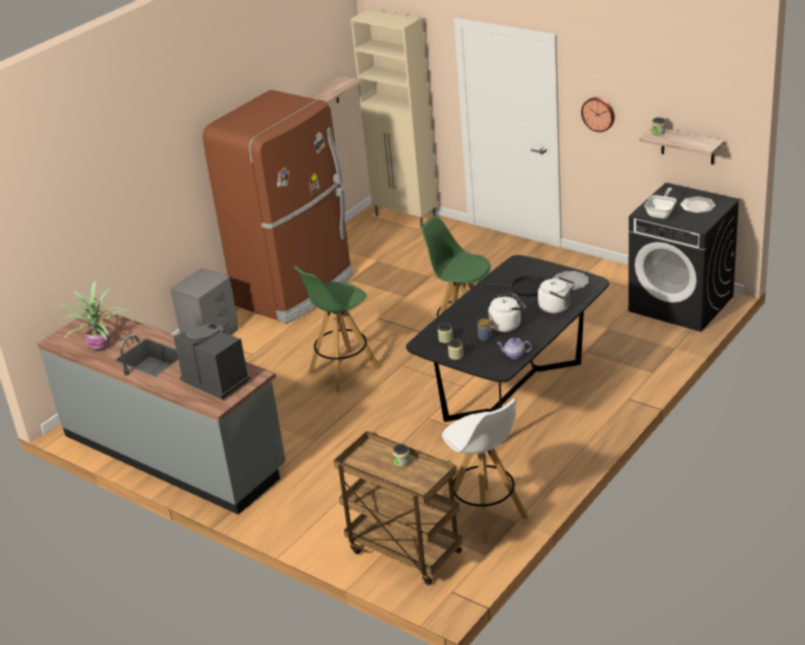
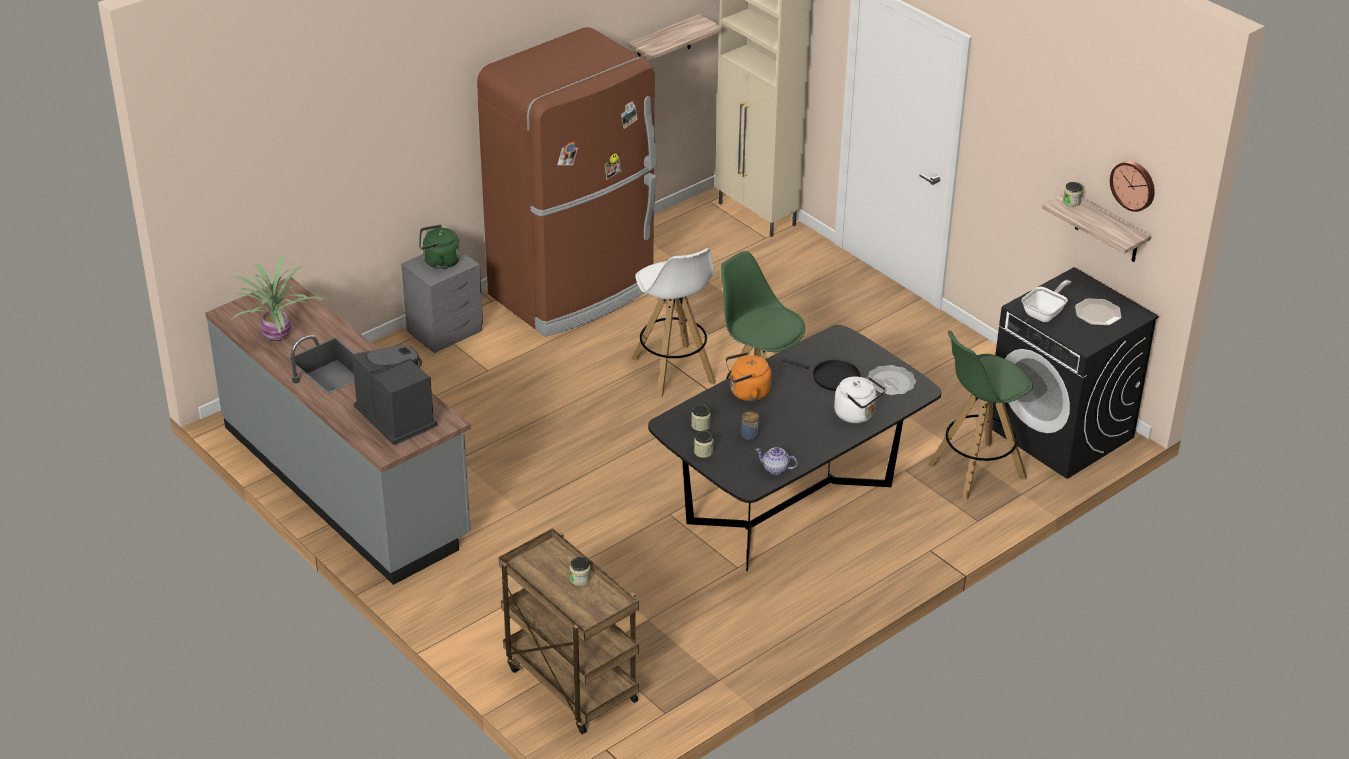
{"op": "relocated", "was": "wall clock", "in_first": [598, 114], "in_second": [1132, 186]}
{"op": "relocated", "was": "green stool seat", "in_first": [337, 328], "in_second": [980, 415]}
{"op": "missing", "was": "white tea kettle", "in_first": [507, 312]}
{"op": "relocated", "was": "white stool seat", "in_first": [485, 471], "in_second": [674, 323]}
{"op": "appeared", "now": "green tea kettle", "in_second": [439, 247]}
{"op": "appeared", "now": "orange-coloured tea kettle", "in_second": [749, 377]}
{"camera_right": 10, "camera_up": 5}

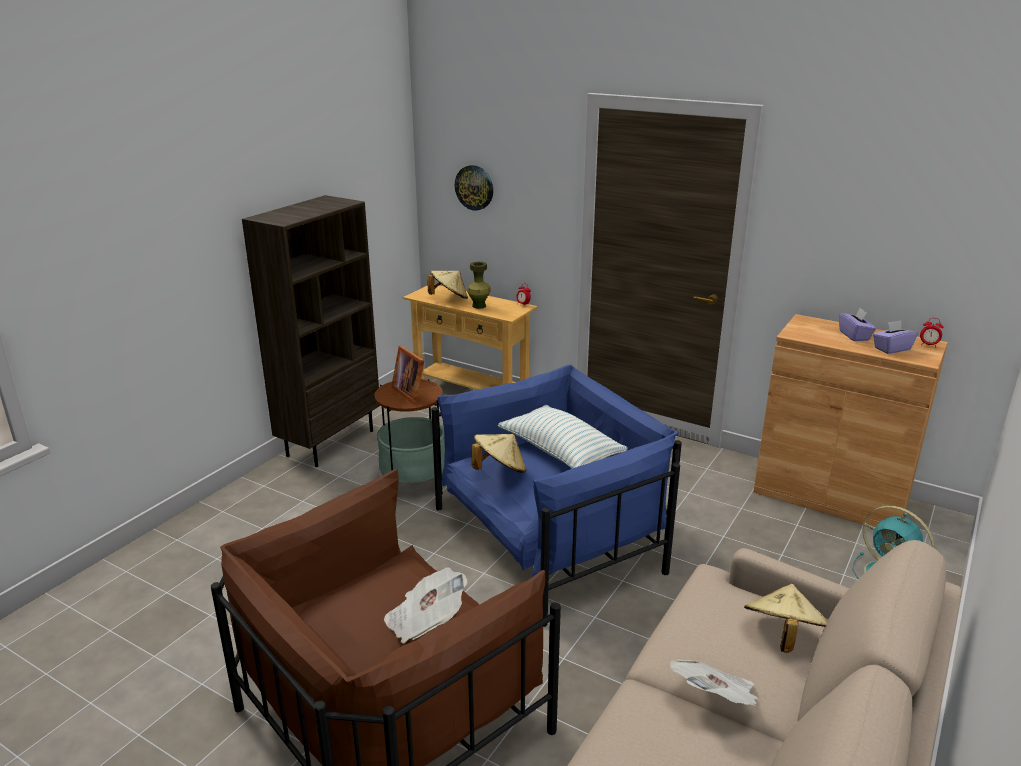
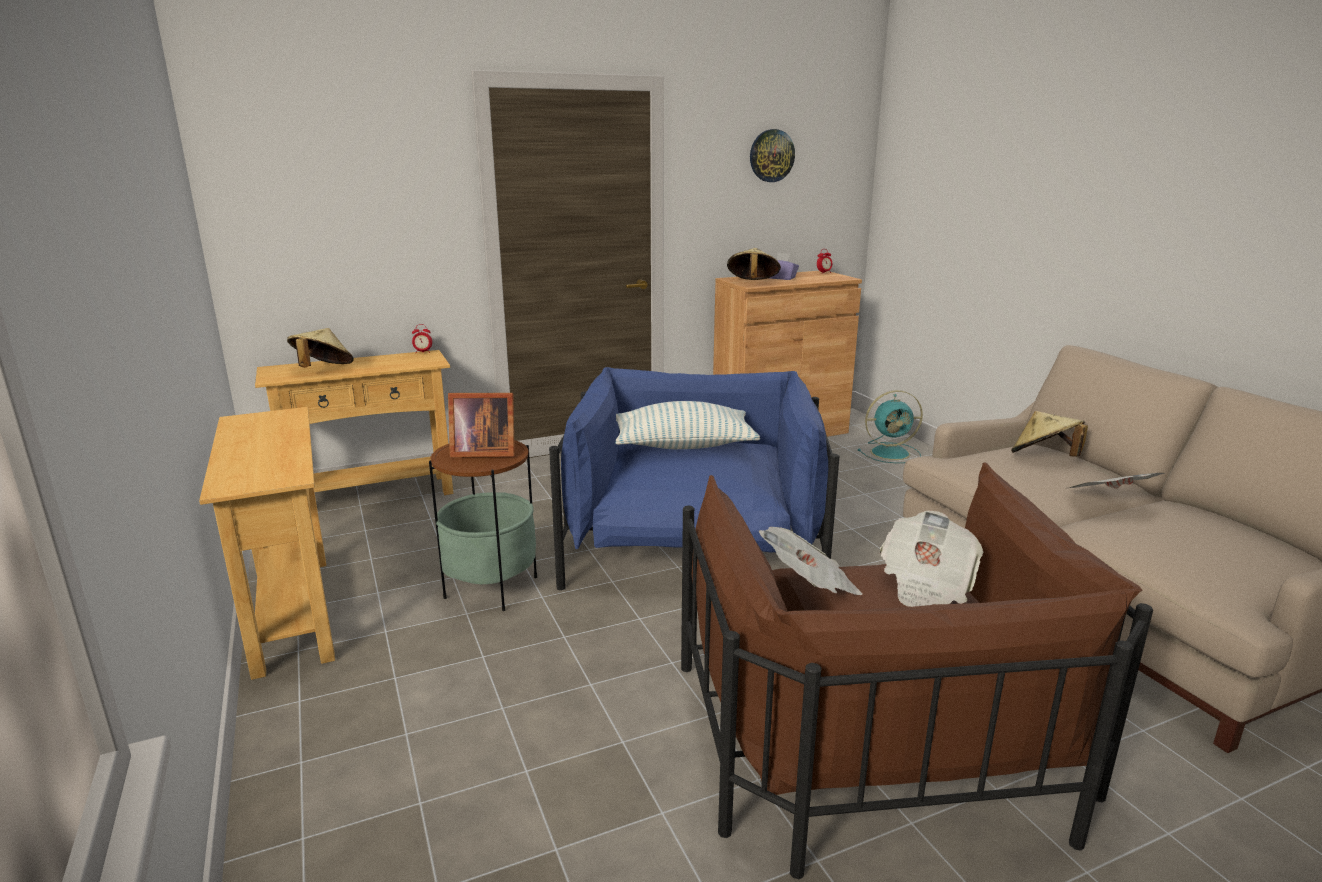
{"op": "relocated", "was": "wall clock", "in_first": [474, 188], "in_second": [772, 155]}
{"op": "exchanged", "was": "brown bookshelf", "now": "beige-coloured narrow table", "in_first": [311, 331], "in_second": [267, 543]}
{"op": "missing", "was": "green decorative vase", "in_first": [479, 285]}
{"op": "missing", "was": "purple-coloured tissue box", "in_first": [895, 337]}
{"op": "relocated", "was": "beige-coloured wearable hat", "in_first": [499, 453], "in_second": [754, 264]}
{"op": "appeared", "now": "printed paper", "in_second": [811, 561]}
{"camera_right": -55, "camera_up": -5}

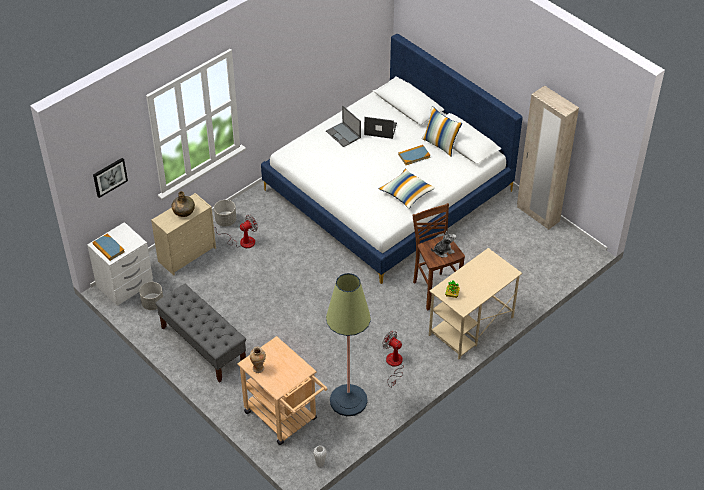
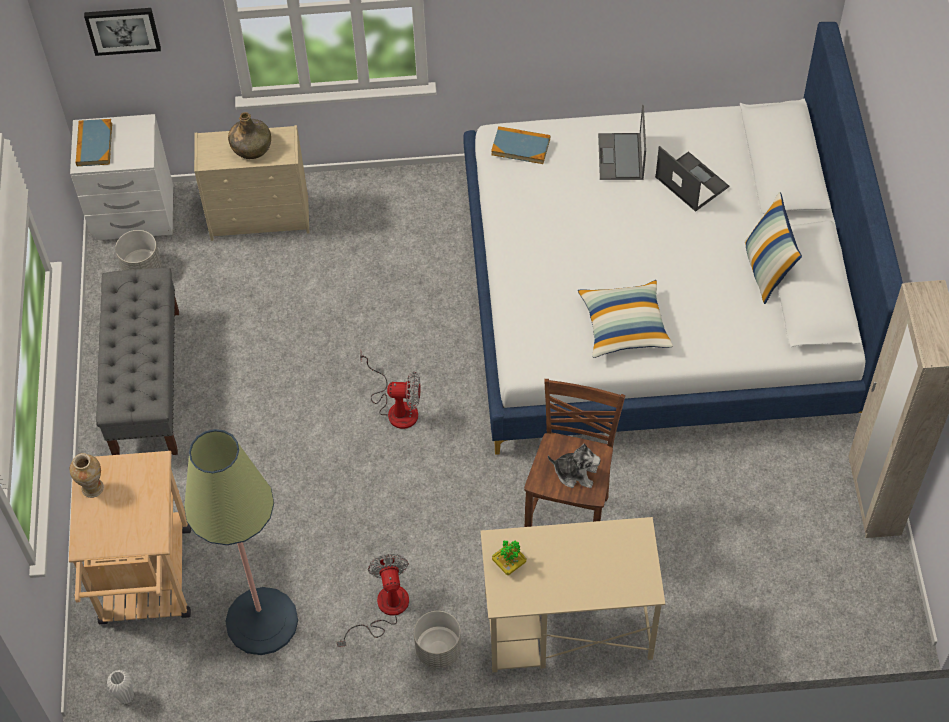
{"op": "relocated", "was": "bound book", "in_first": [414, 155], "in_second": [520, 145]}
{"op": "relocated", "was": "grey flower pot", "in_first": [225, 213], "in_second": [437, 639]}
{"op": "relocated", "was": "fan", "in_first": [236, 231], "in_second": [390, 389]}
{"camera_right": 40, "camera_up": 10}

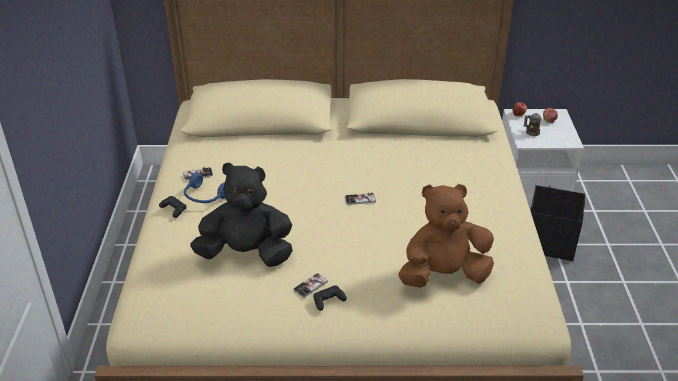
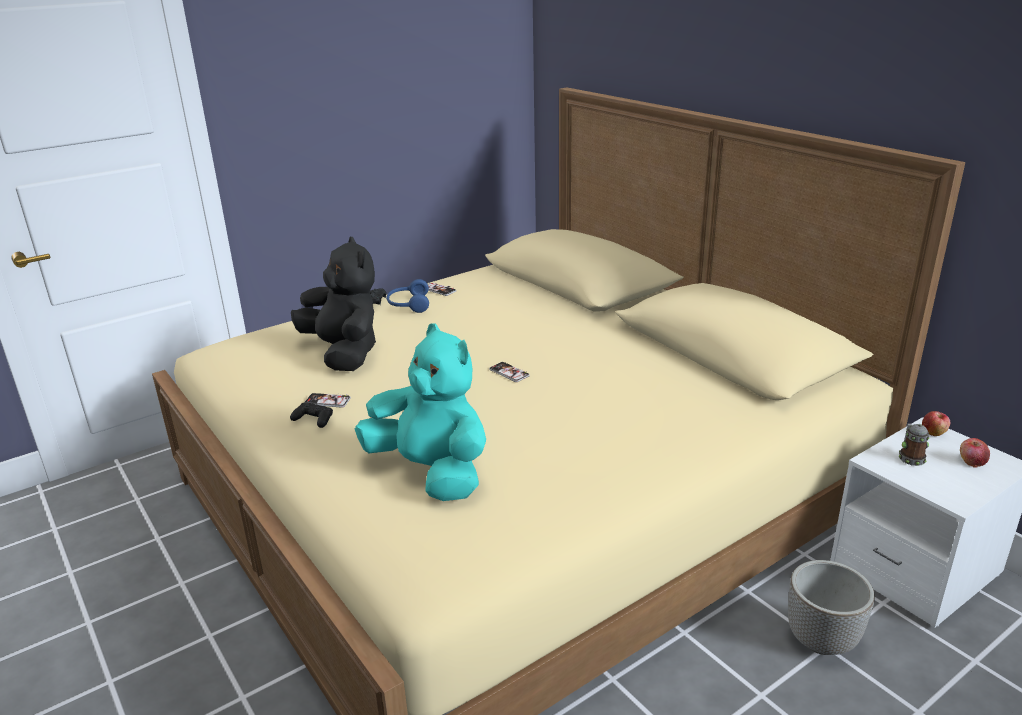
{"op": "colour", "was": "brown cuddly toy", "now": "turquoise-coloured cuddly toy", "in_first": [446, 236], "in_second": [420, 412]}
{"op": "exchanged", "was": "black storage container", "now": "flower pot", "in_first": [558, 223], "in_second": [831, 607]}
{"camera_right": 55, "camera_up": -10}

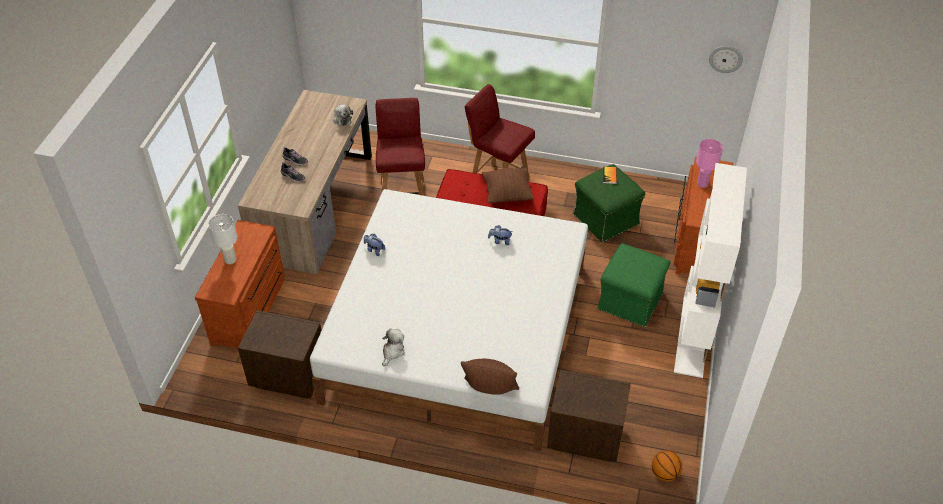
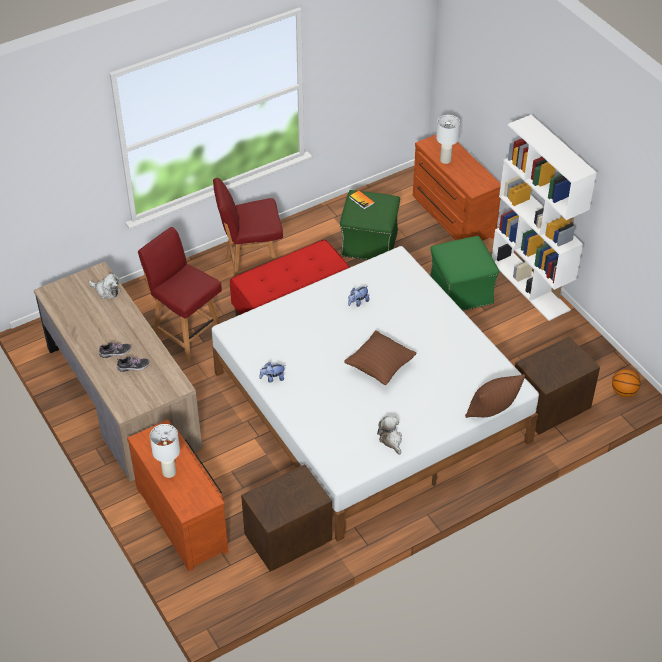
{"op": "missing", "was": "wall clock", "in_first": [726, 59]}
{"op": "colour", "was": "pink-coloured table lamp", "now": "white table lamp", "in_first": [709, 163], "in_second": [448, 139]}
{"op": "relocated", "was": "brown throw pillow", "in_first": [508, 185], "in_second": [380, 357]}
{"camera_right": -45, "camera_up": 0}

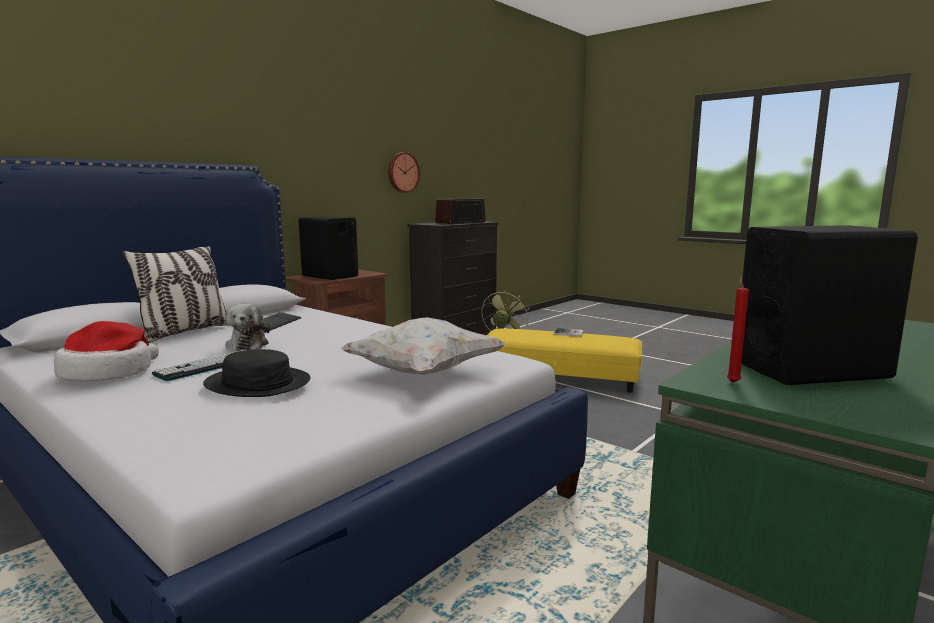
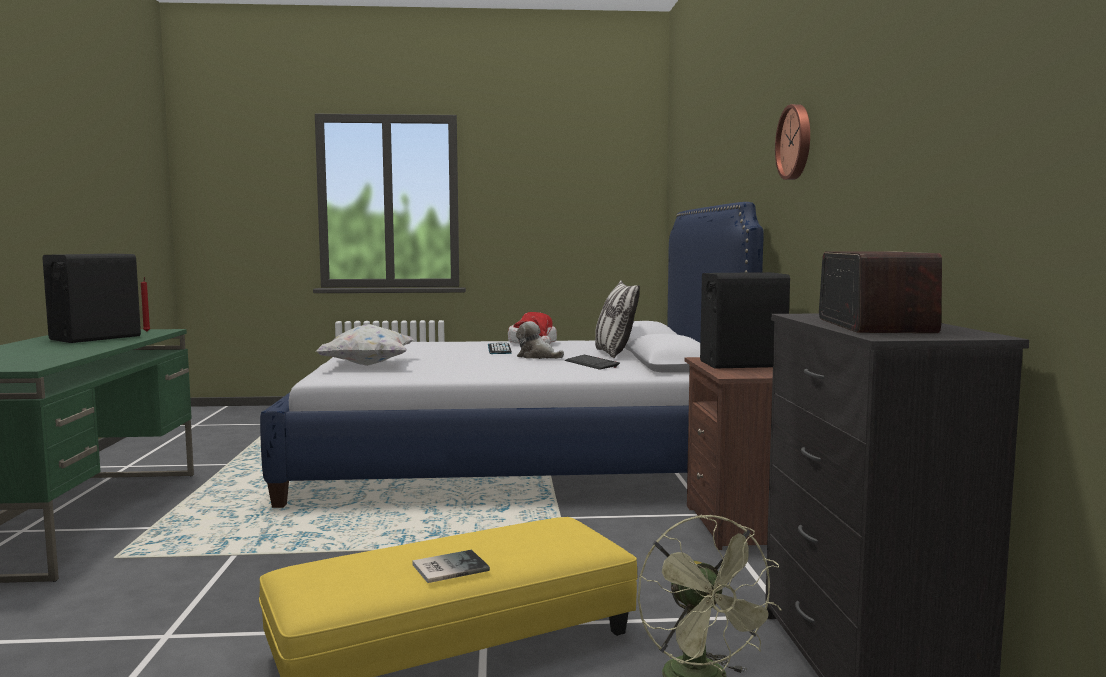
{"op": "relocated", "was": "wall clock", "in_first": [404, 172], "in_second": [792, 142]}
{"op": "missing", "was": "black wearable hat", "in_first": [256, 373]}
{"camera_right": 135, "camera_up": -5}

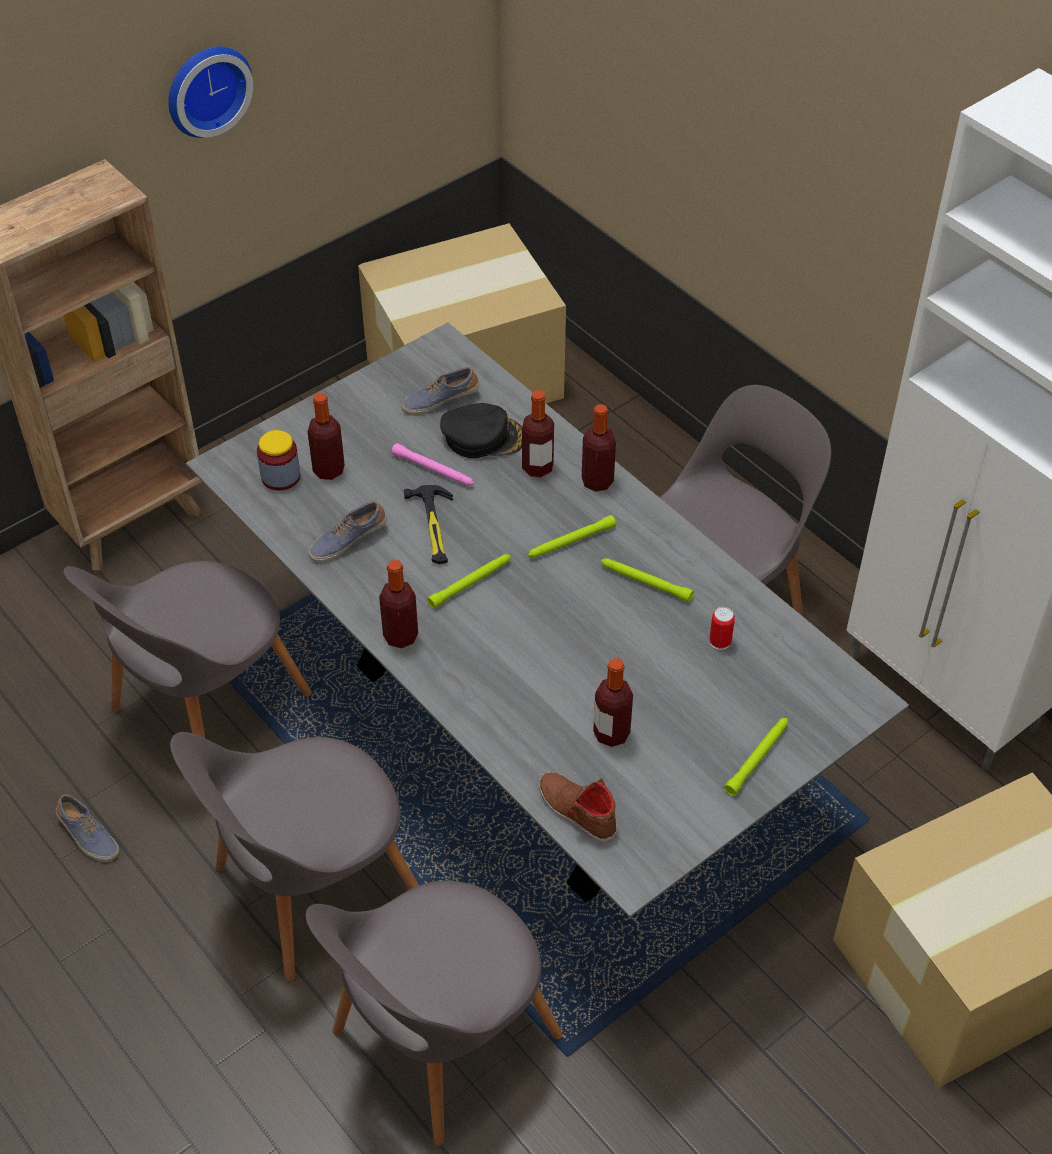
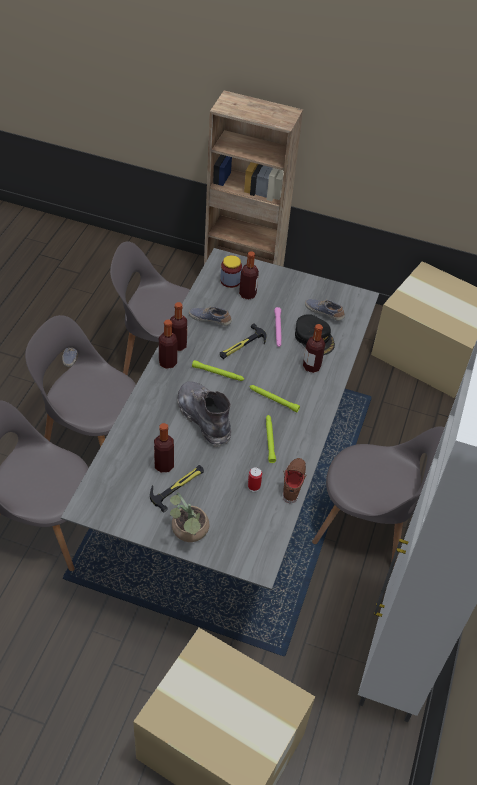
{"op": "missing", "was": "wall clock", "in_first": [210, 92]}
{"op": "relocated", "was": "bottle", "in_first": [599, 448], "in_second": [178, 326]}
{"op": "exchanged", "was": "green flashlight", "now": "potted plant", "in_first": [756, 757], "in_second": [189, 517]}
{"op": "relocated", "was": "brown shoe", "in_first": [578, 807], "in_second": [294, 480]}
{"op": "appeared", "now": "grey boot", "in_second": [204, 414]}
{"op": "appeared", "now": "hand hammer", "in_second": [177, 488]}
{"camera_right": 55, "camera_up": 0}

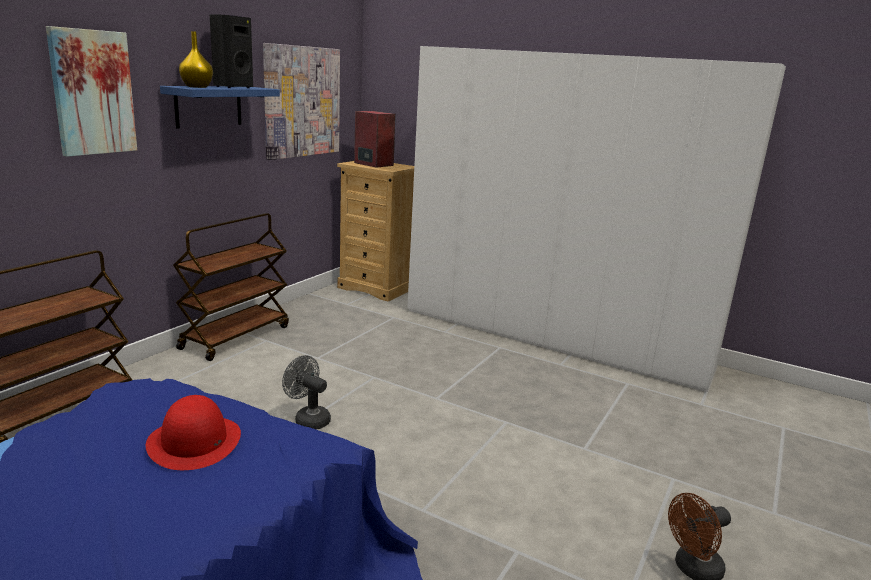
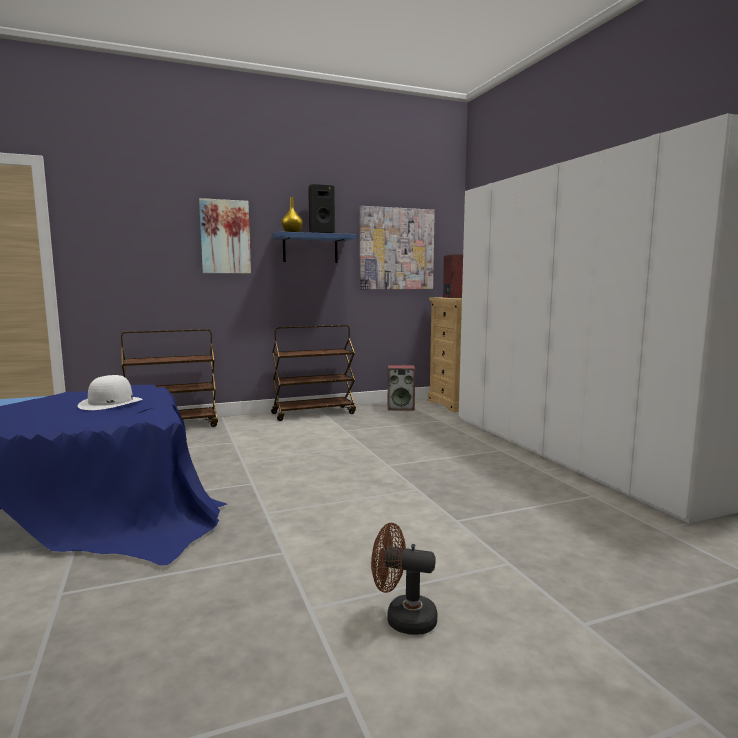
{"op": "missing", "was": "grey fan", "in_first": [306, 392]}
{"op": "colour", "was": "reddish wearable hat", "now": "white wearable hat", "in_first": [193, 432], "in_second": [110, 392]}
{"op": "appeared", "now": "audio speaker", "in_second": [401, 387]}
{"camera_right": 40, "camera_up": -10}

